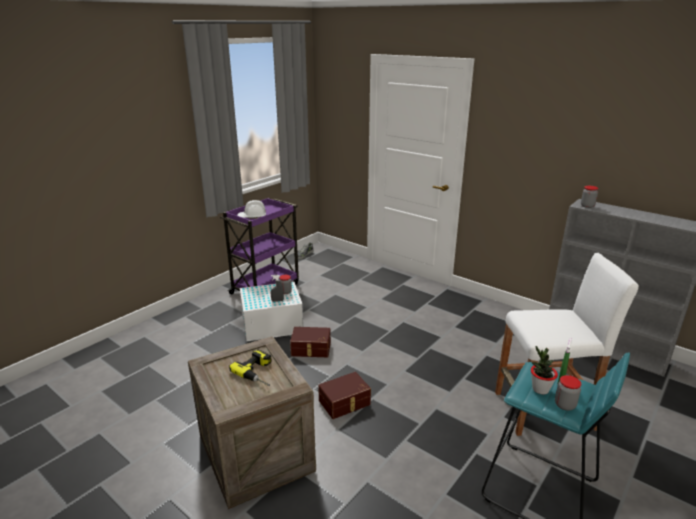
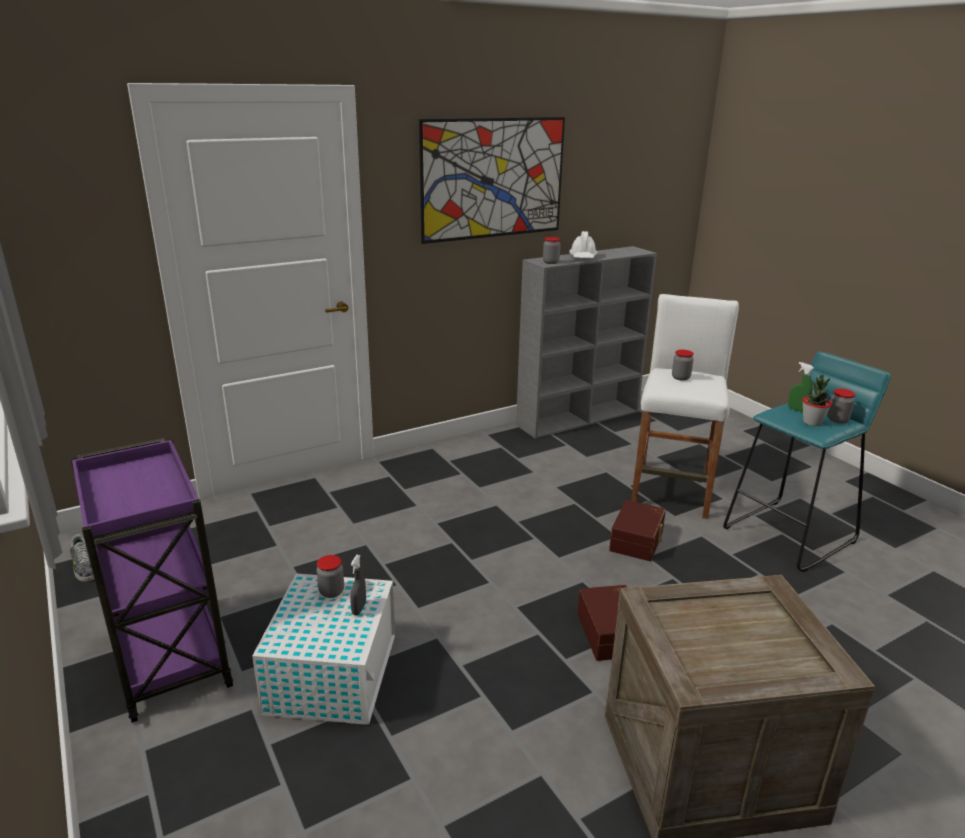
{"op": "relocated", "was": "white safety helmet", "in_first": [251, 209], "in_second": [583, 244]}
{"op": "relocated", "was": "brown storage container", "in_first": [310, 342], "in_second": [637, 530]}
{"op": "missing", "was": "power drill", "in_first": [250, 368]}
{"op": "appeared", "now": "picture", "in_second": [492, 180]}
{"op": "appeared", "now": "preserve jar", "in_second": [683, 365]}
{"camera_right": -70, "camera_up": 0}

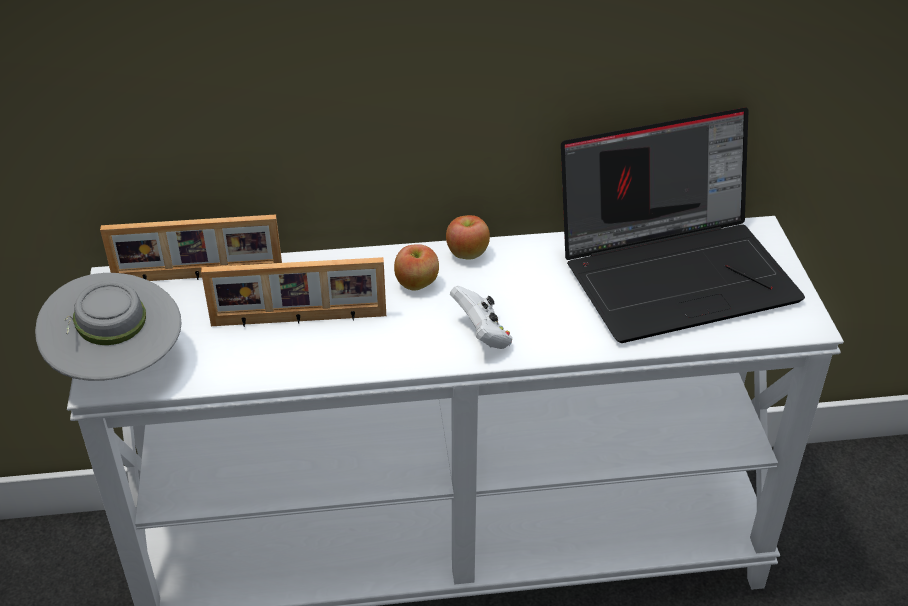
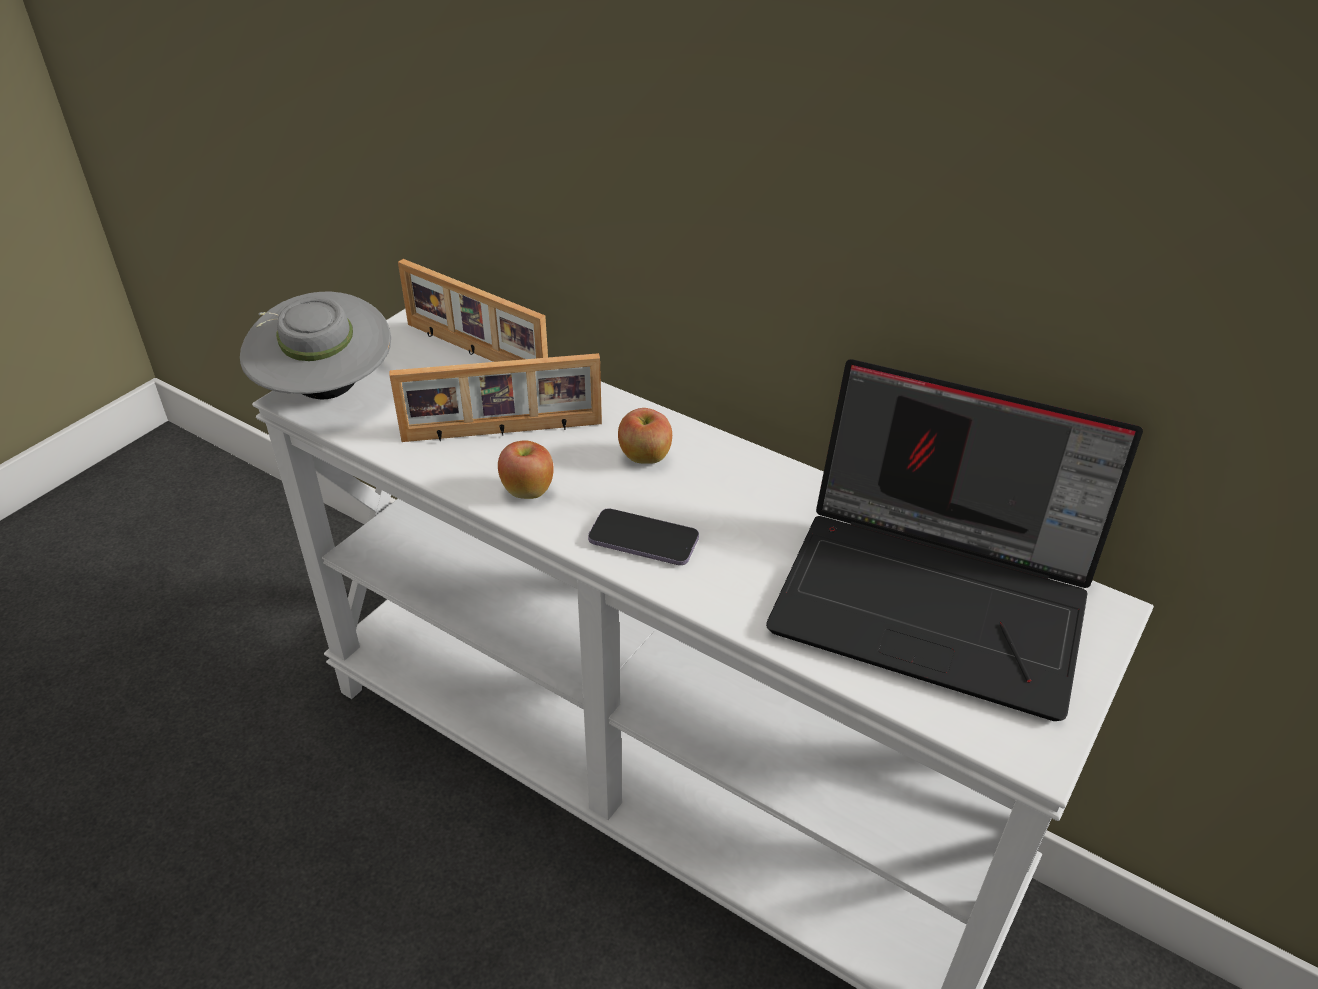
{"op": "relocated", "was": "apple", "in_first": [468, 237], "in_second": [526, 470]}
{"op": "spun", "was": "picture frame", "in_first": [293, 292], "in_second": [496, 397], "clockwise": -45}
{"op": "exchanged", "was": "white joypad", "now": "telephone", "in_first": [481, 317], "in_second": [643, 536]}
{"camera_right": 40, "camera_up": 0}

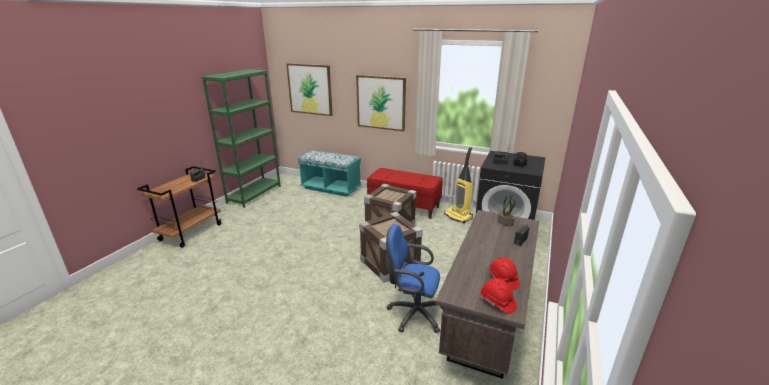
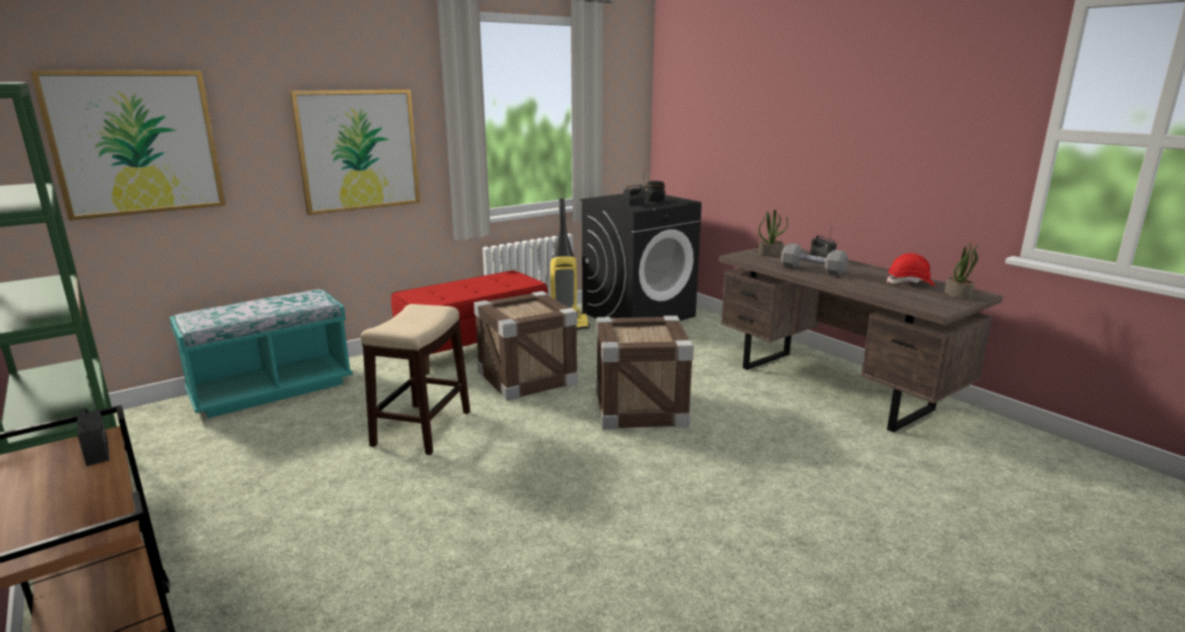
{"op": "missing", "was": "bluish computer chair", "in_first": [415, 278]}
{"op": "exchanged", "was": "reddish safety helmet", "now": "potted plant", "in_first": [498, 296], "in_second": [962, 271]}
{"op": "appeared", "now": "grey dumbbell", "in_second": [814, 259]}
{"op": "appeared", "now": "stool seat", "in_second": [415, 379]}
{"camera_right": -60, "camera_up": -5}

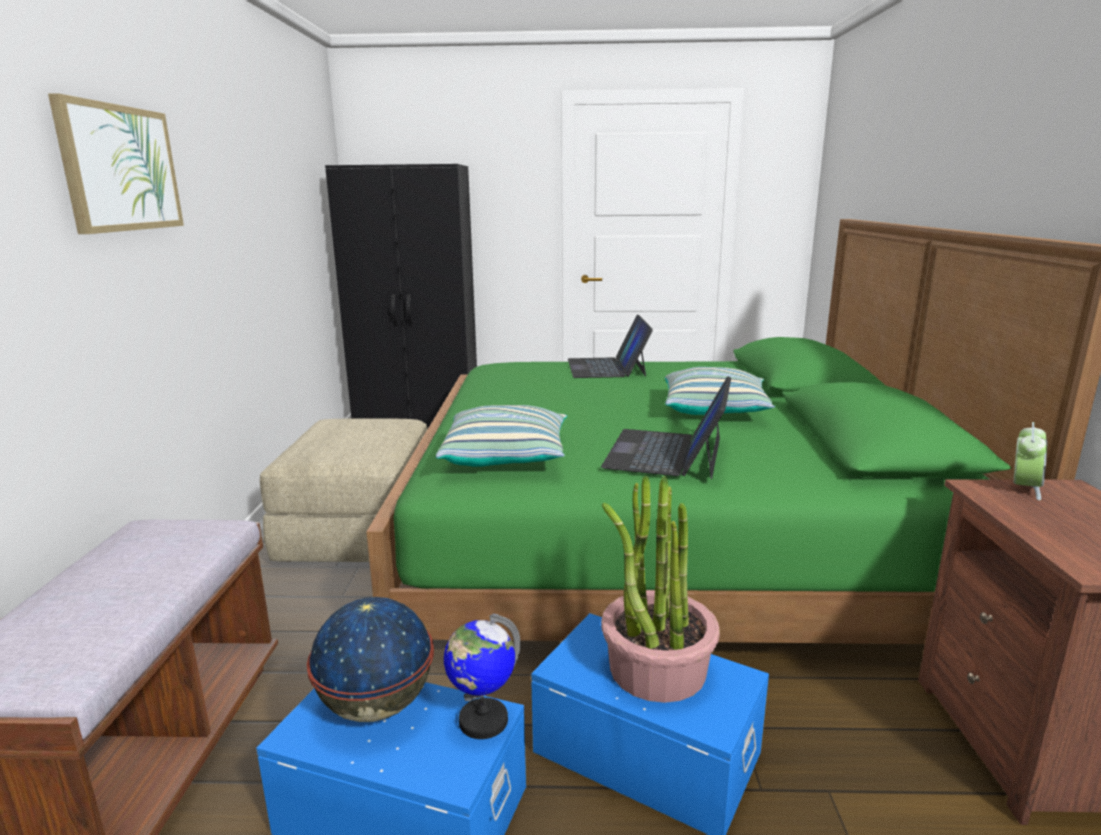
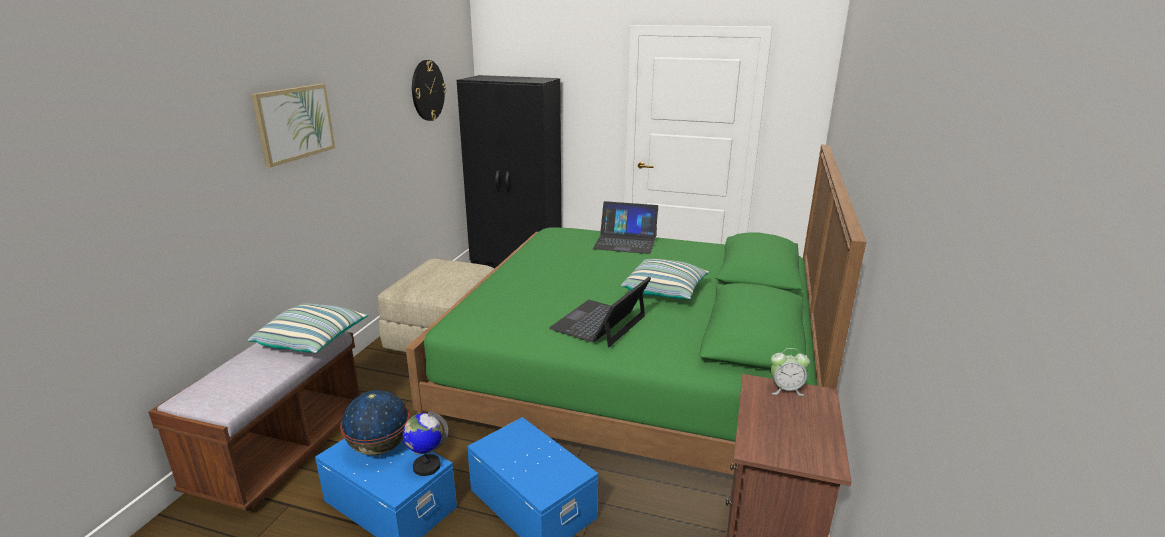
{"op": "spun", "was": "notebook computer", "in_first": [610, 346], "in_second": [625, 227], "clockwise": -90}
{"op": "relocated", "was": "throw pillow", "in_first": [501, 436], "in_second": [308, 328]}
{"op": "spun", "was": "table clock", "in_first": [1030, 461], "in_second": [790, 372], "clockwise": 45}
{"op": "missing", "was": "potted plant", "in_first": [660, 589]}
{"op": "appeared", "now": "wall clock", "in_second": [429, 90]}
{"camera_right": 15, "camera_up": 5}

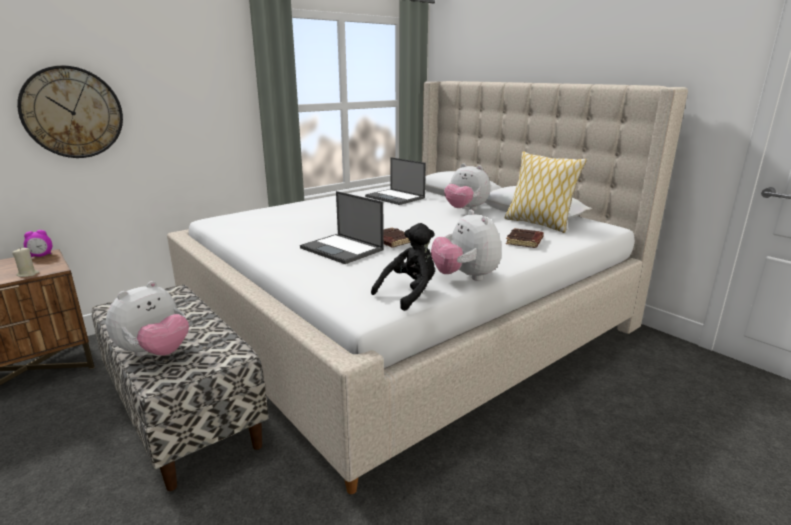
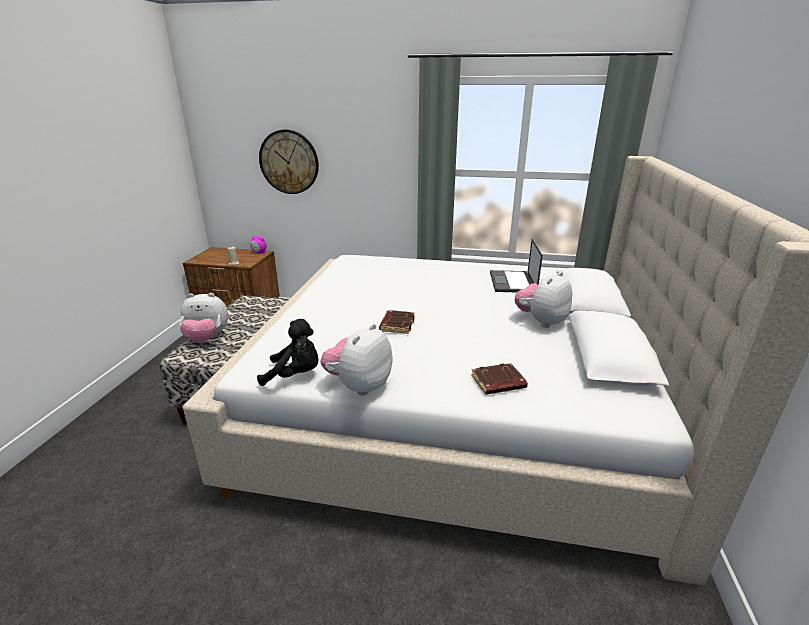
{"op": "missing", "was": "throw pillow", "in_first": [546, 192]}
{"op": "spun", "was": "cuddly toy", "in_first": [467, 187], "in_second": [543, 300], "clockwise": 45}
{"op": "missing", "was": "notebook computer", "in_first": [342, 227]}
{"camera_right": 50, "camera_up": 5}

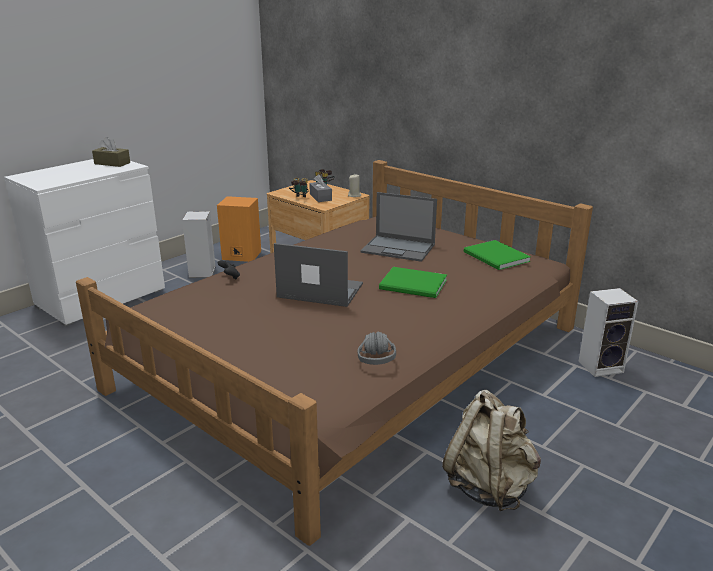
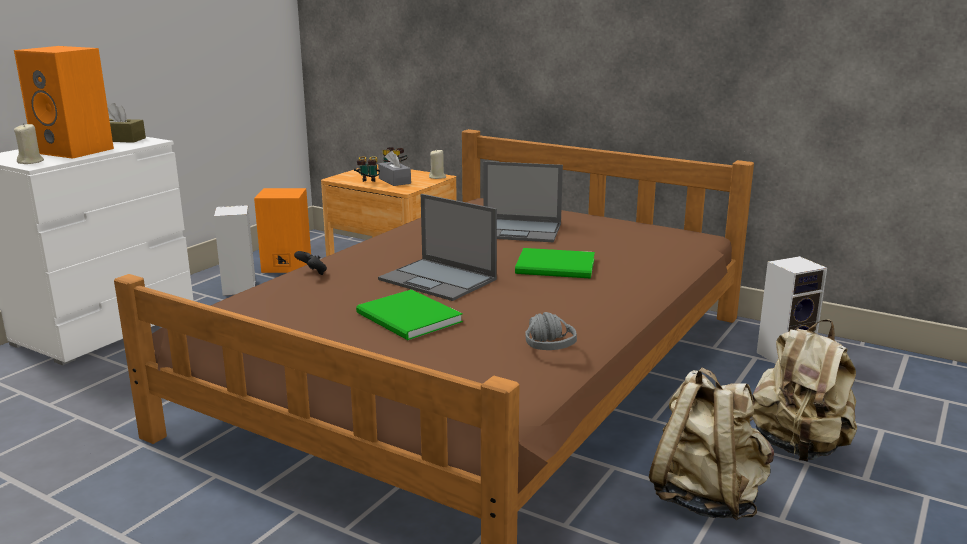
{"op": "relocated", "was": "green bound book", "in_first": [497, 255], "in_second": [409, 314]}
{"op": "spun", "was": "notebook computer", "in_first": [318, 275], "in_second": [437, 247], "clockwise": -150}
{"op": "appeared", "now": "orange-coloured audio speaker", "in_second": [64, 102]}
{"op": "appeared", "now": "beige-coloured candle", "in_second": [29, 143]}
{"op": "appeared", "now": "beige-coloured knapsack", "in_second": [804, 390]}
{"camera_right": -10, "camera_up": -5}

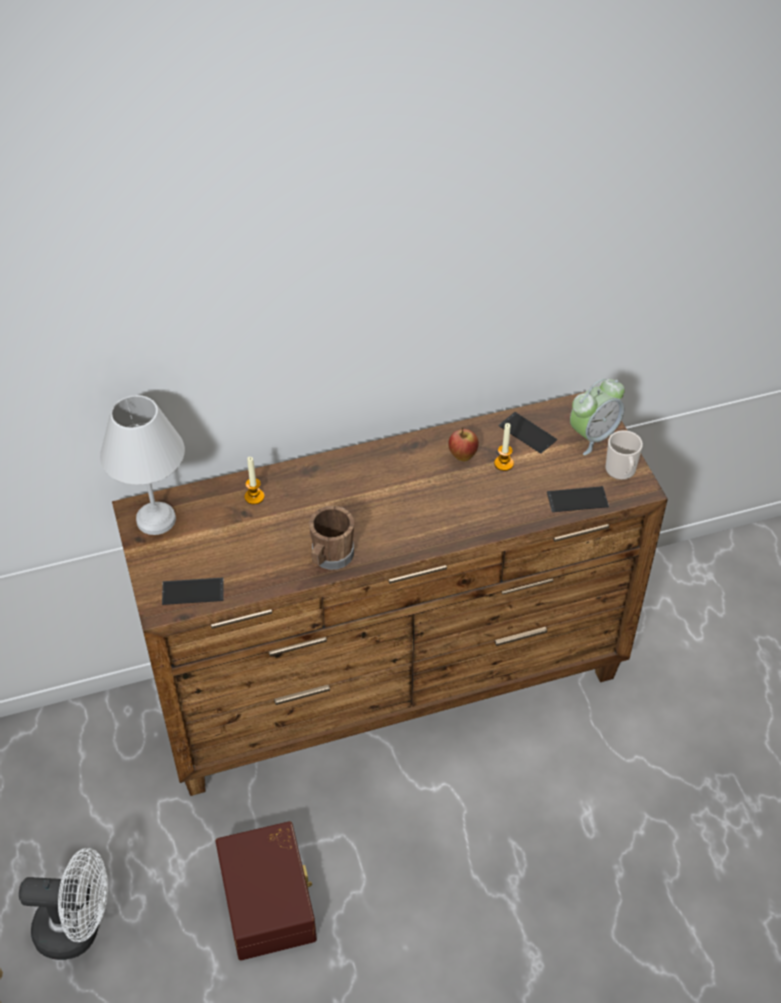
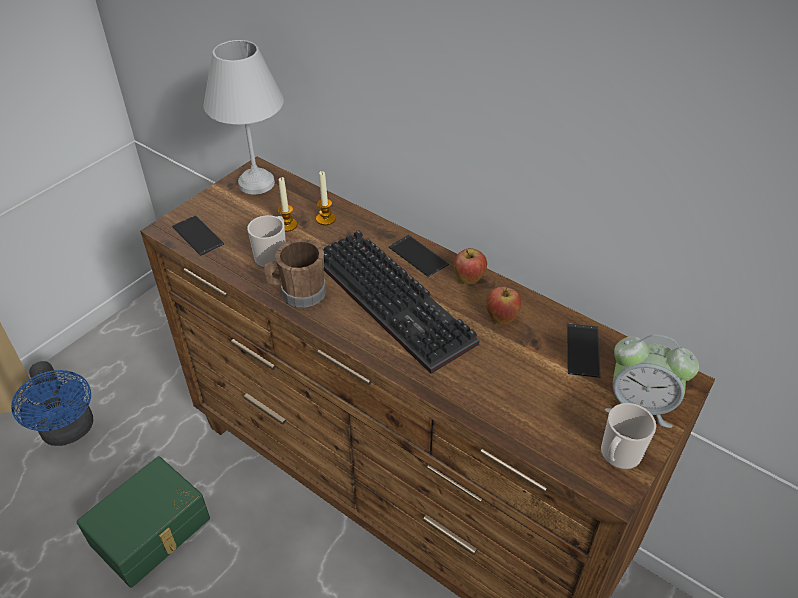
{"op": "relocated", "was": "candle", "in_first": [504, 447], "in_second": [287, 204]}
{"op": "relocated", "was": "telephone", "in_first": [578, 499], "in_second": [418, 256]}
{"op": "colour", "was": "brown storage container", "now": "green storage container", "in_first": [266, 890], "in_second": [143, 522]}
{"op": "colour", "was": "white fan", "now": "bluish fan", "in_first": [63, 904], "in_second": [52, 403]}
{"op": "appeared", "now": "tea mug", "in_second": [267, 241]}
{"op": "appeared", "now": "computer keyboard", "in_second": [401, 302]}
{"op": "appeared", "now": "apple", "in_second": [470, 266]}
{"camera_right": 55, "camera_up": -5}

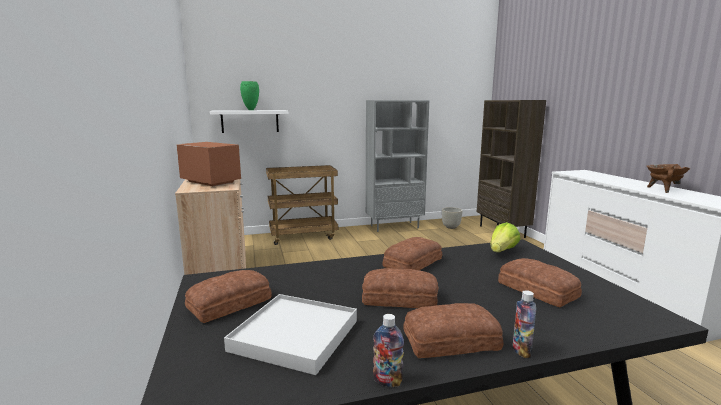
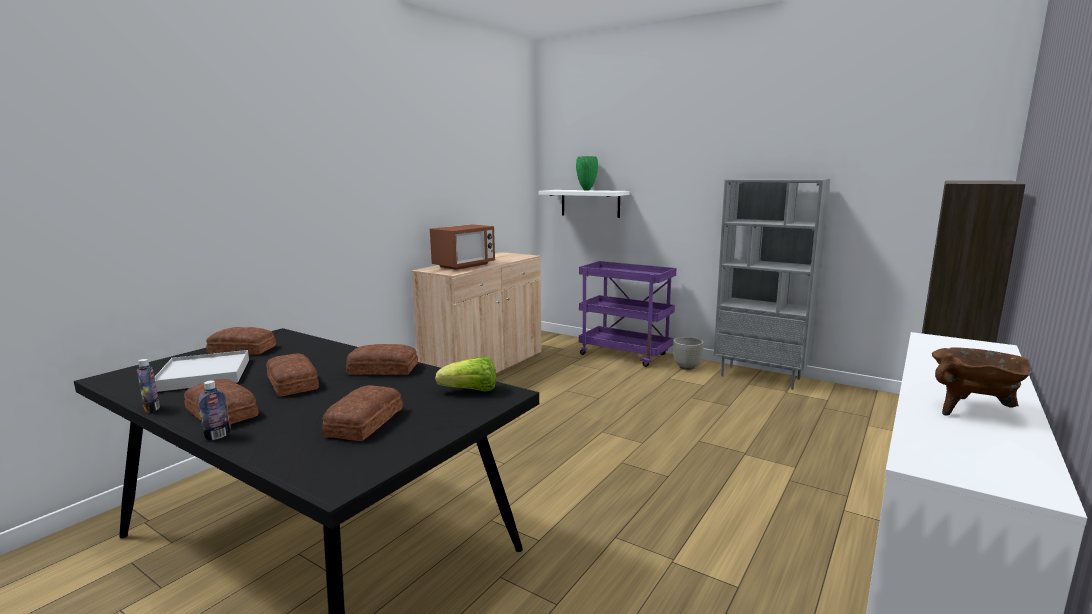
{"op": "spun", "was": "microwave", "in_first": [208, 164], "in_second": [462, 247], "clockwise": 45}
{"op": "colour", "was": "brown trolley", "now": "purple-coloured trolley", "in_first": [302, 205], "in_second": [627, 314]}
{"op": "relocated", "was": "grey flower pot", "in_first": [452, 218], "in_second": [688, 353]}
{"camera_right": 50, "camera_up": 0}

